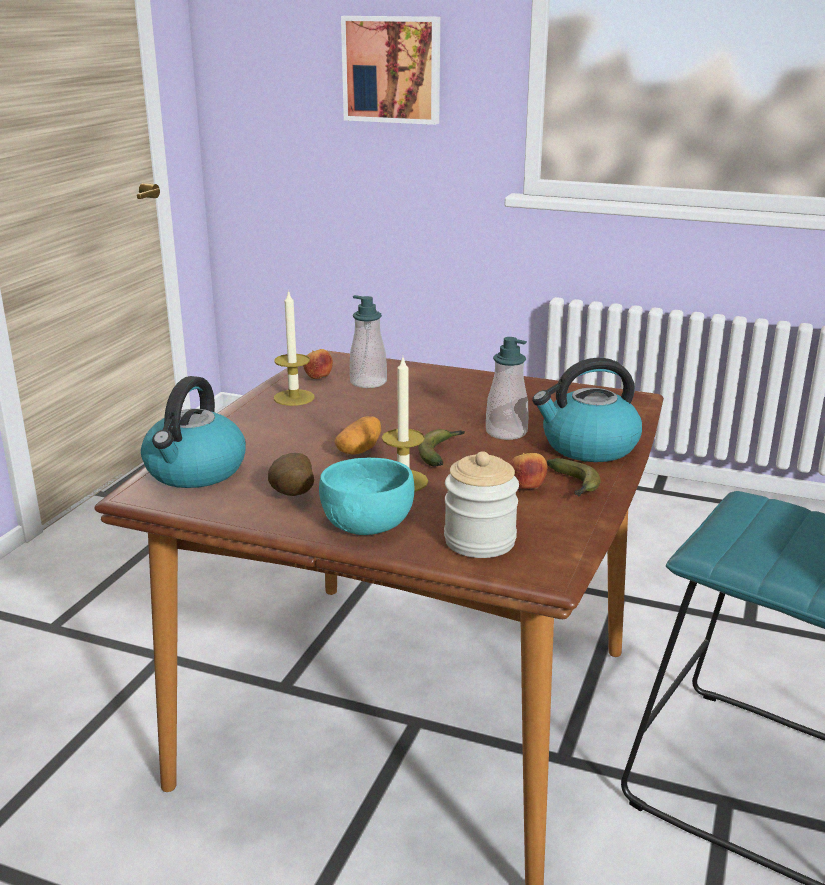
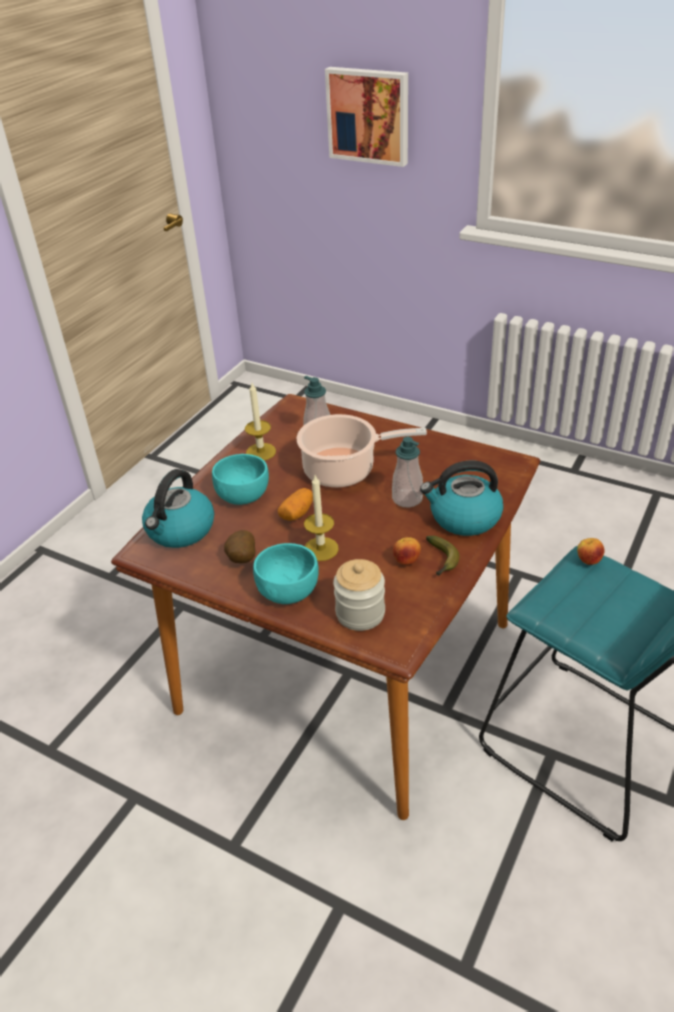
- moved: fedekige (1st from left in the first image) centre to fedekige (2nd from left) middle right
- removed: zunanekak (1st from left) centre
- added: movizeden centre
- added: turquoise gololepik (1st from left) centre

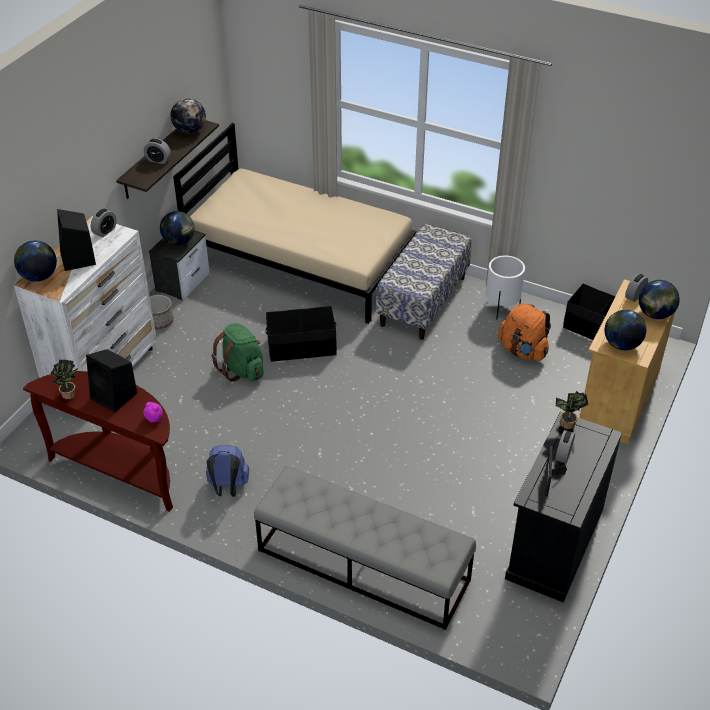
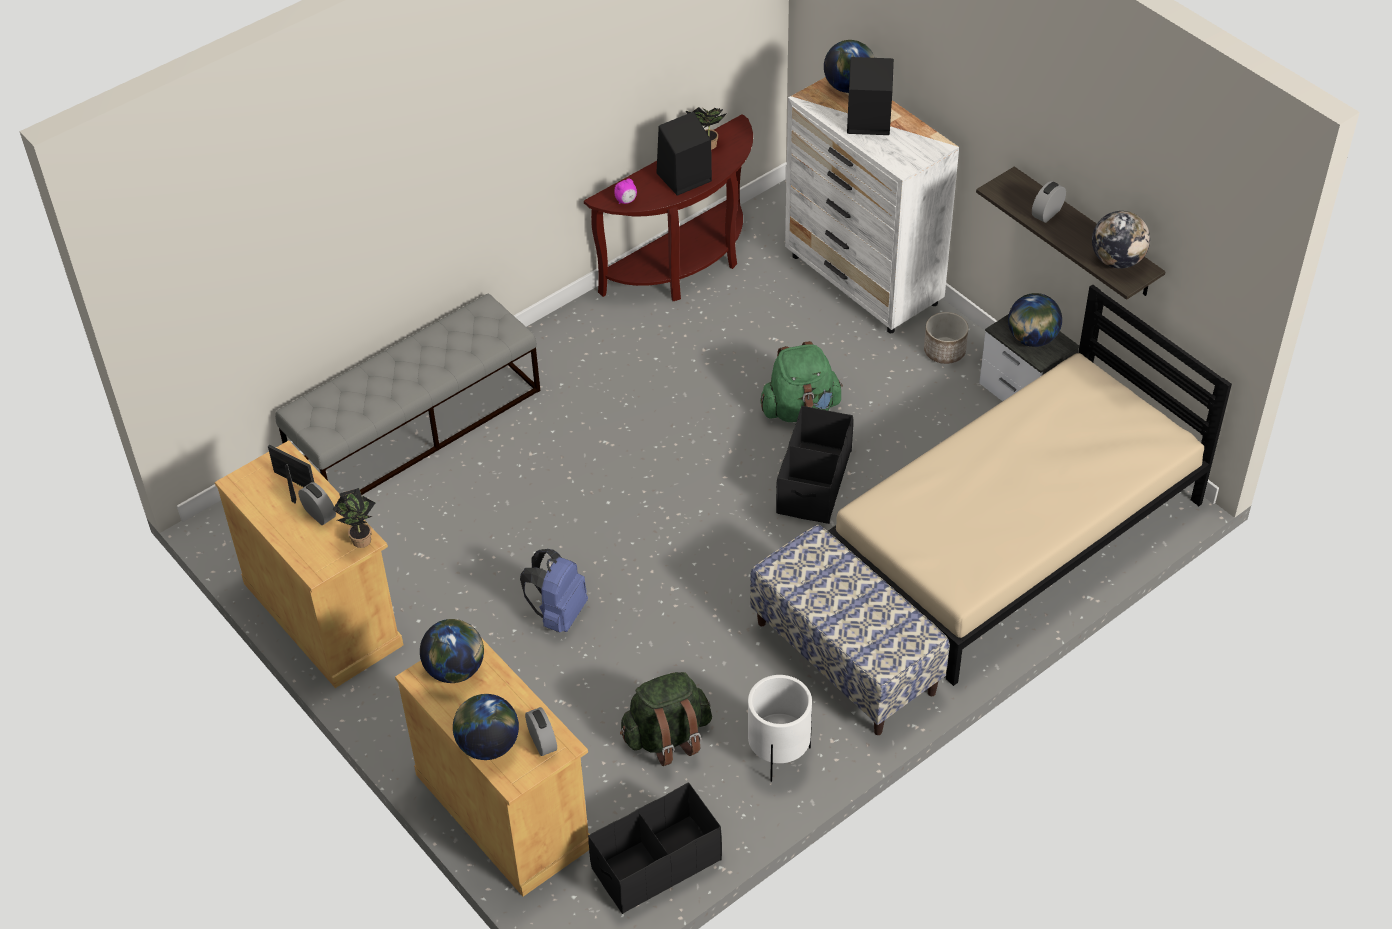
- removed: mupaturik (1st from left) top left
- recoloured: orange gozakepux middle right to green gozakepux (1st from left) bottom centre
- recoloured: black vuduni bottom right to beige vuduni (1st from left) middle left
- moved: blue gozakepux middle left to centre

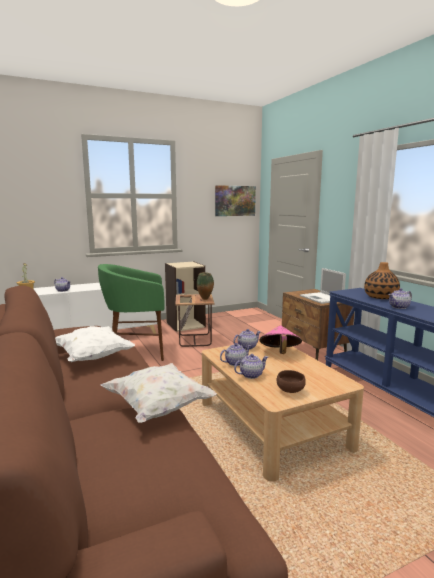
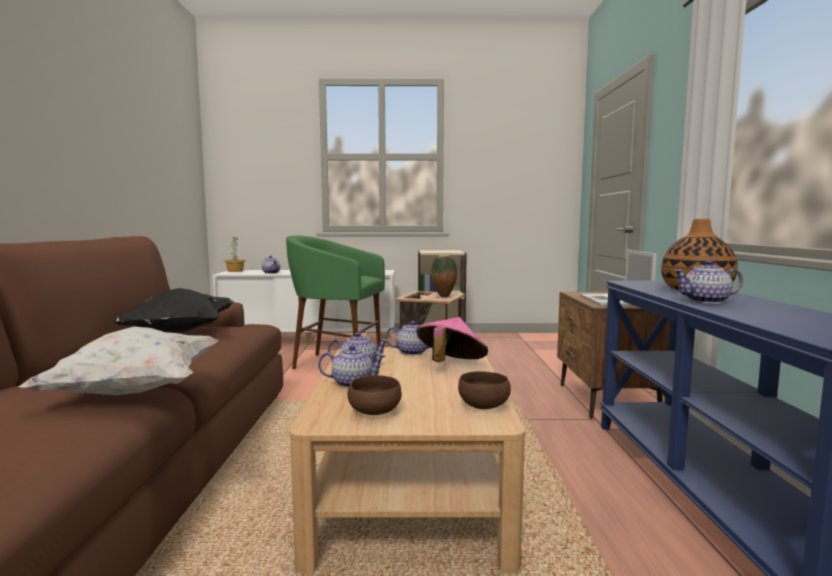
- removed: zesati centre
- recoloured: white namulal (1st from left) middle left to black namulal middle left
- added: brown gololepik (2nd from left) bottom centre

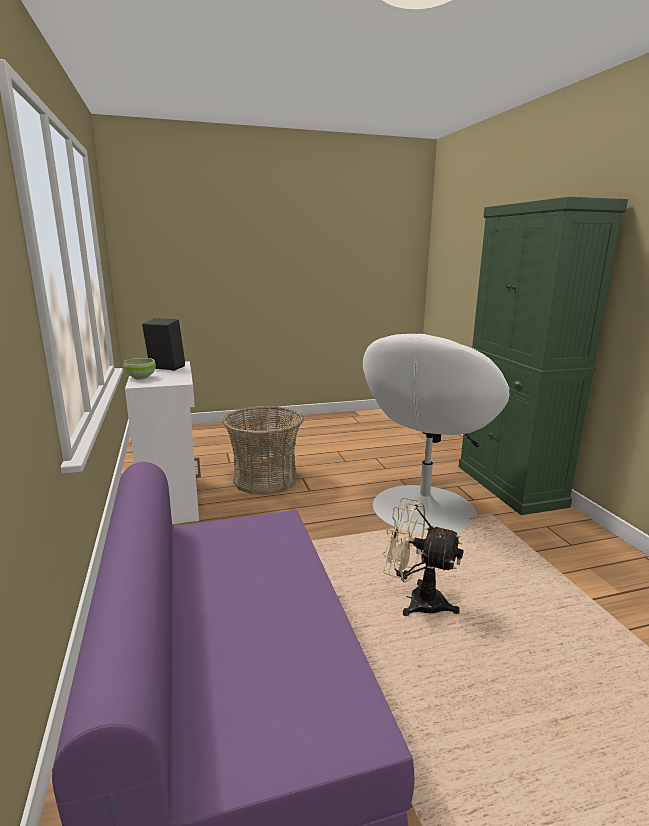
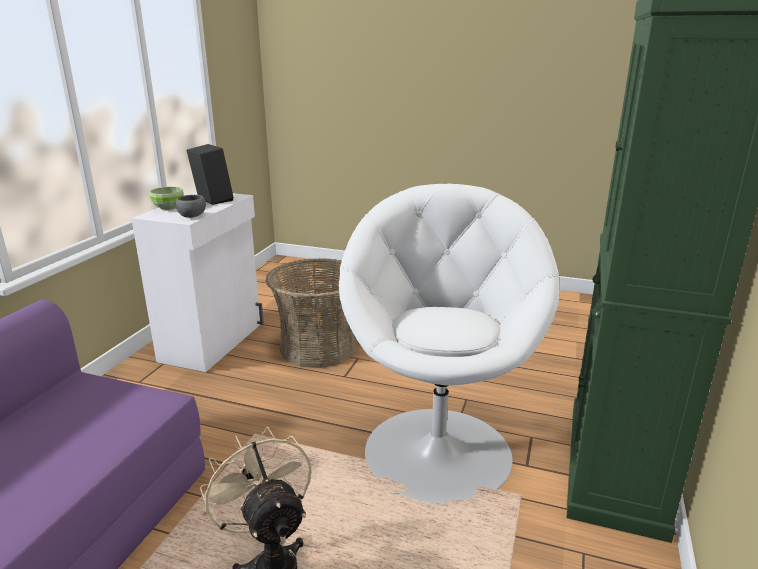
- turned: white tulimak middle right = centre 120 degrees clockwise
- added: grey gololepik middle left

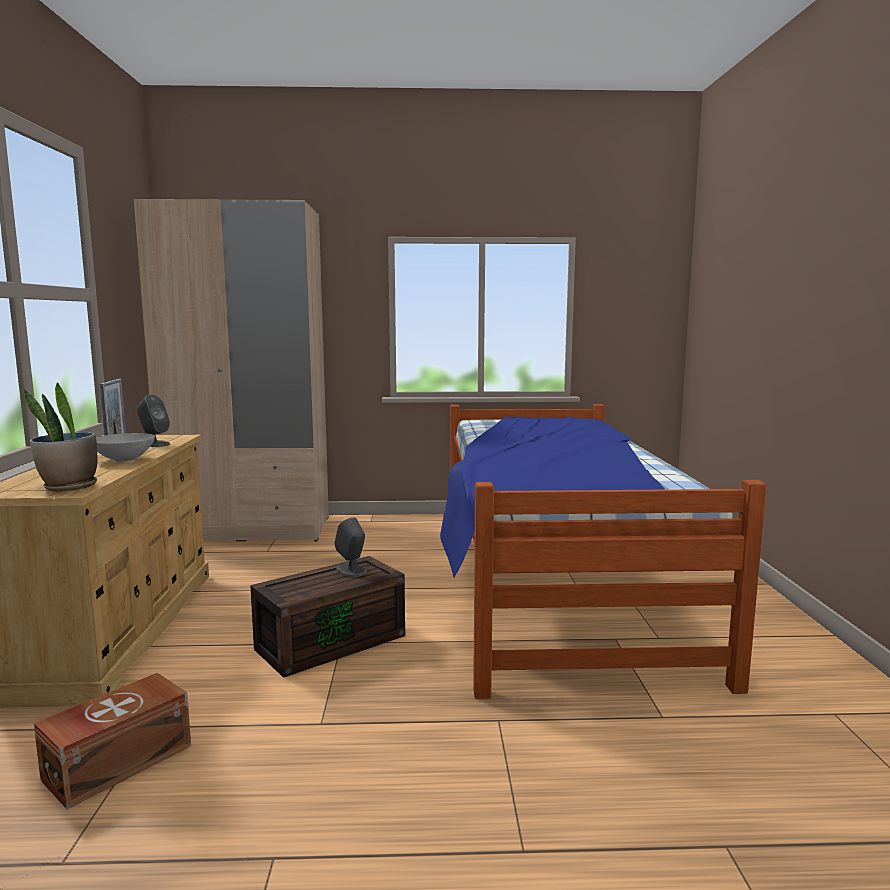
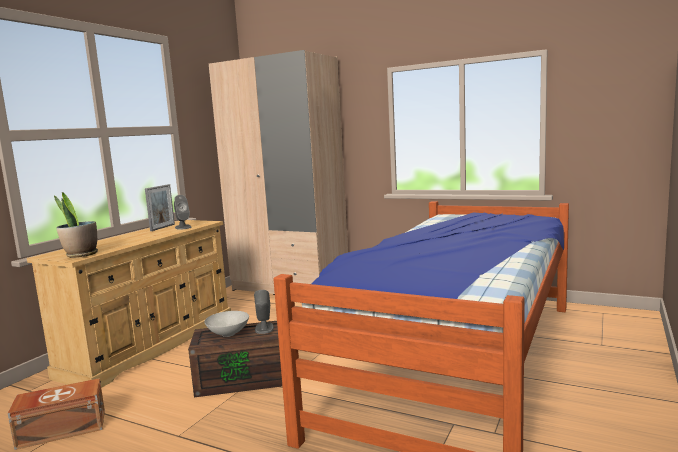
- moved: grey gololepik middle left to bottom centre

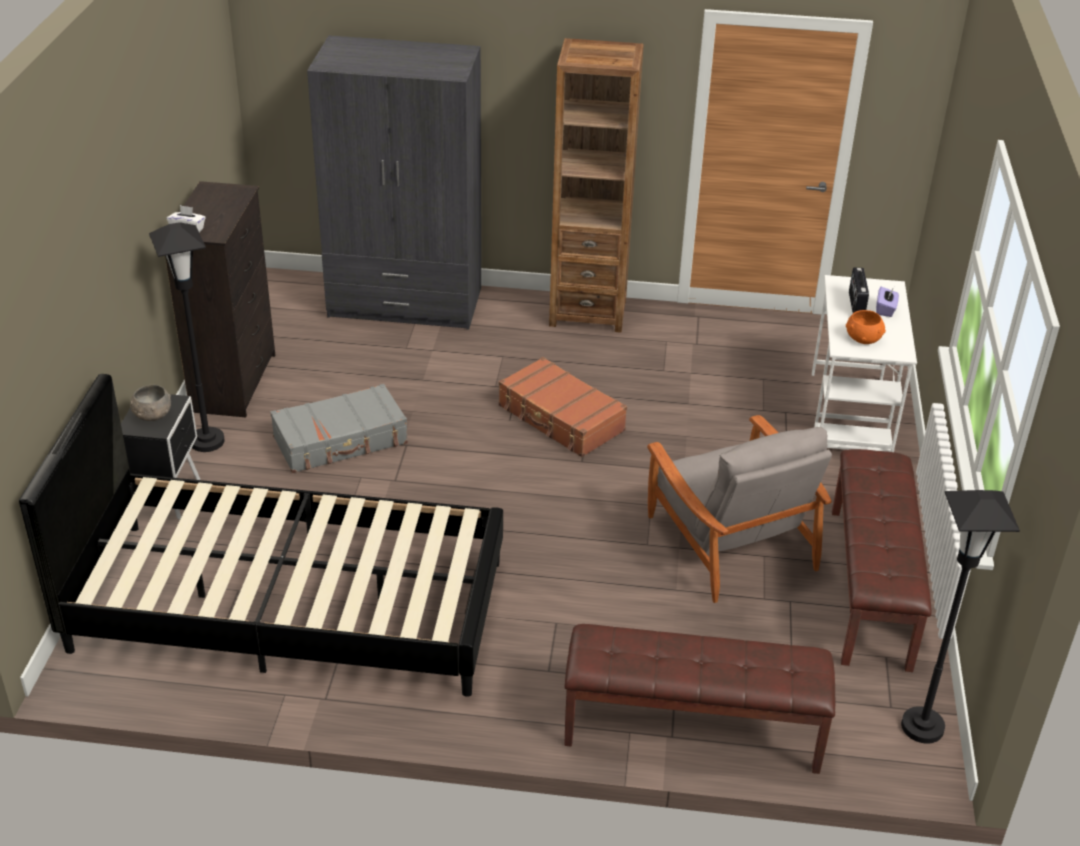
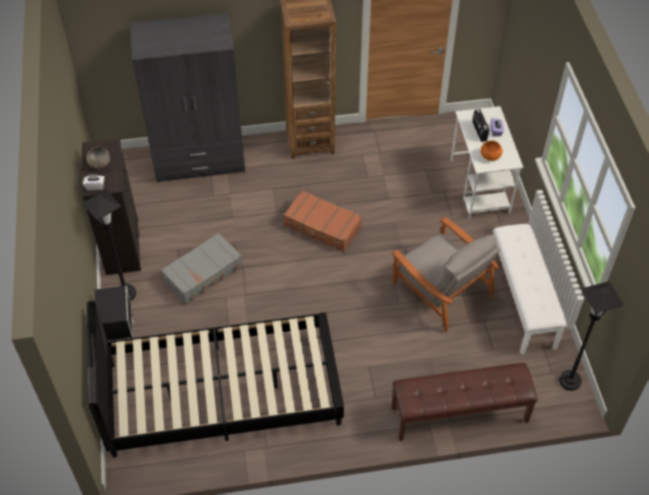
- moved: grey gololepik middle left to top left
- recoloured: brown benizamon (2nd from left) middle right to white benizamon middle right

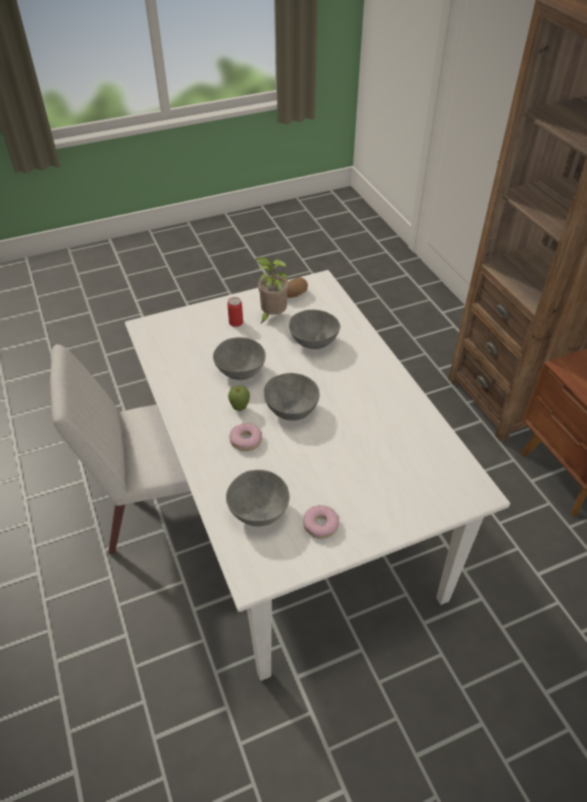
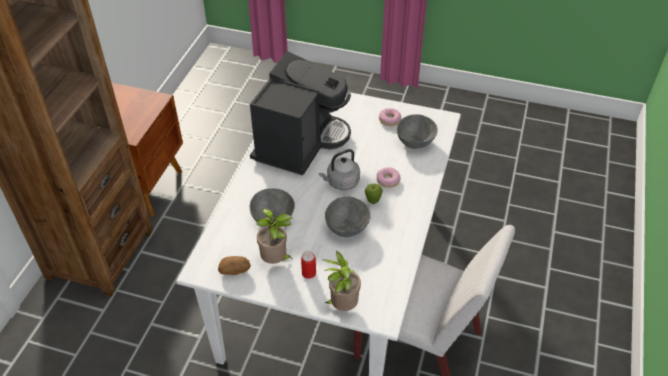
- replaced: grey gololepik (3rd from left) centre to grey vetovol centre
- added: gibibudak top centre
- added: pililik (2nd from left) bottom centre

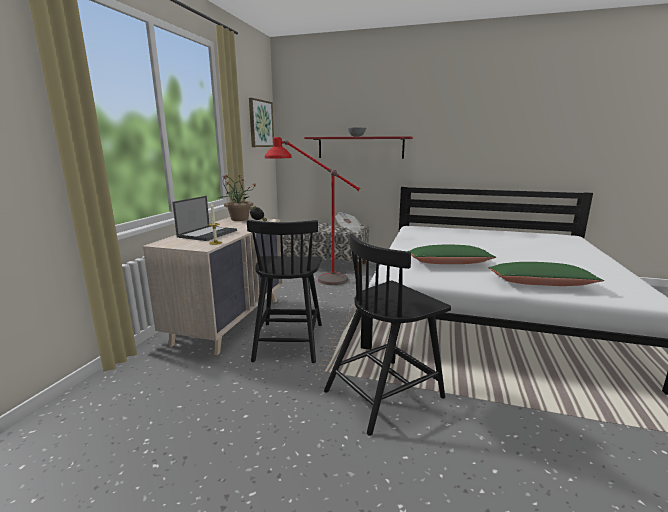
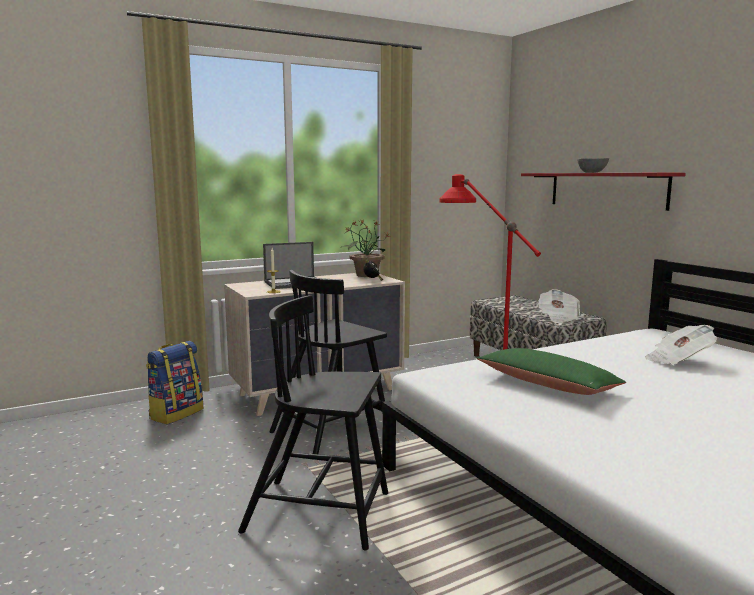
- removed: zesati top centre
- removed: green namulal (2nd from left) middle right
- added: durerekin (2nd from left) middle right
- added: gozakepux middle left

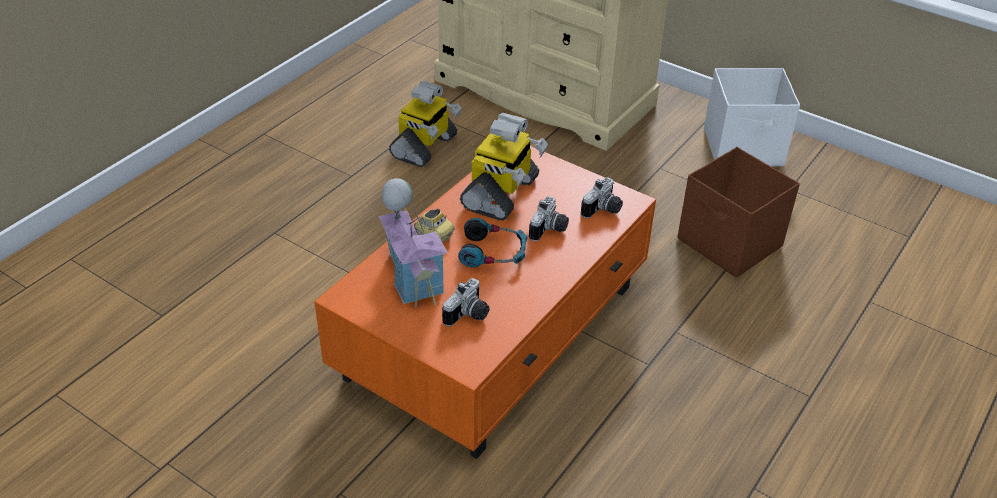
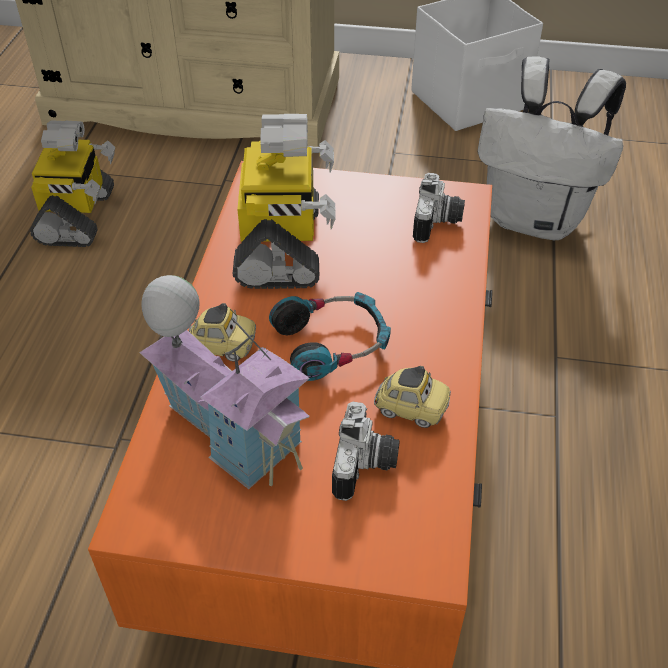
- replaced: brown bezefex middle right to white gozakepux top right
- removed: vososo (2nd from left) centre
- added: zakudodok (2nd from left) centre

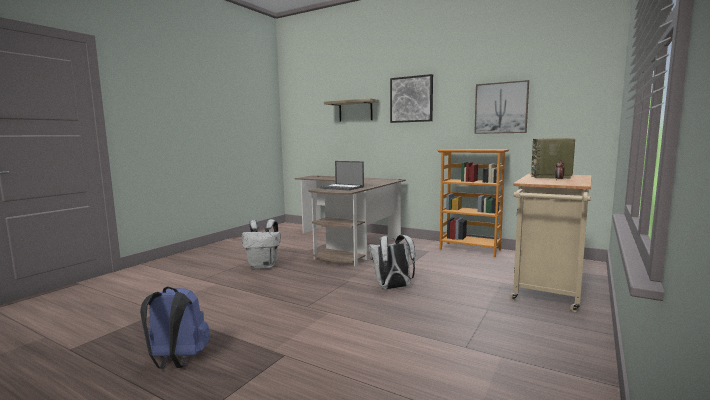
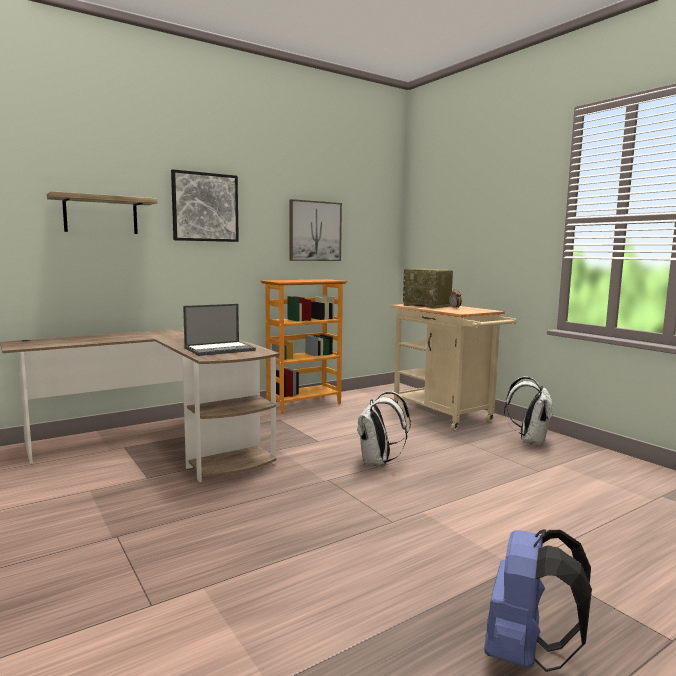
- moved: white gozakepux (1st from left in the first image) centre to white gozakepux (2nd from left) middle right

